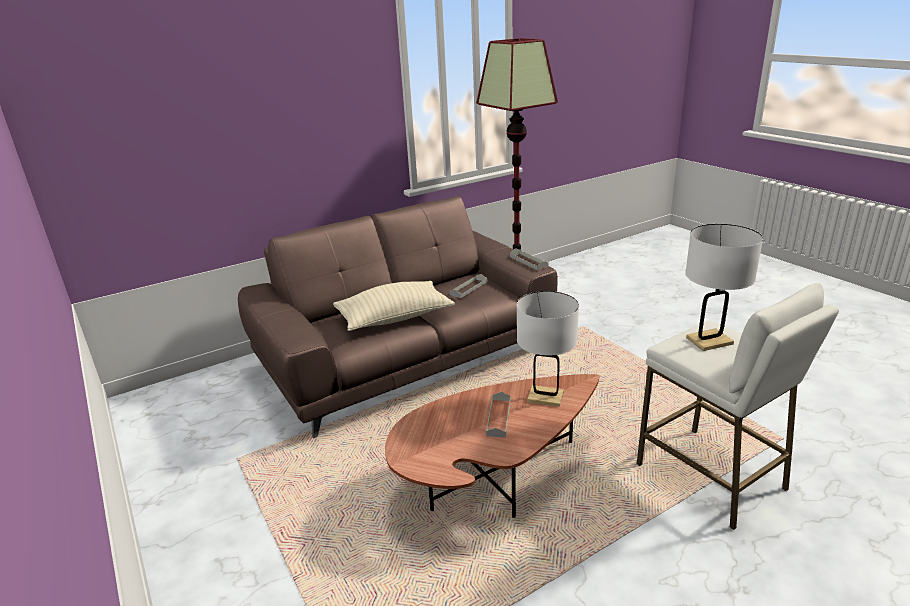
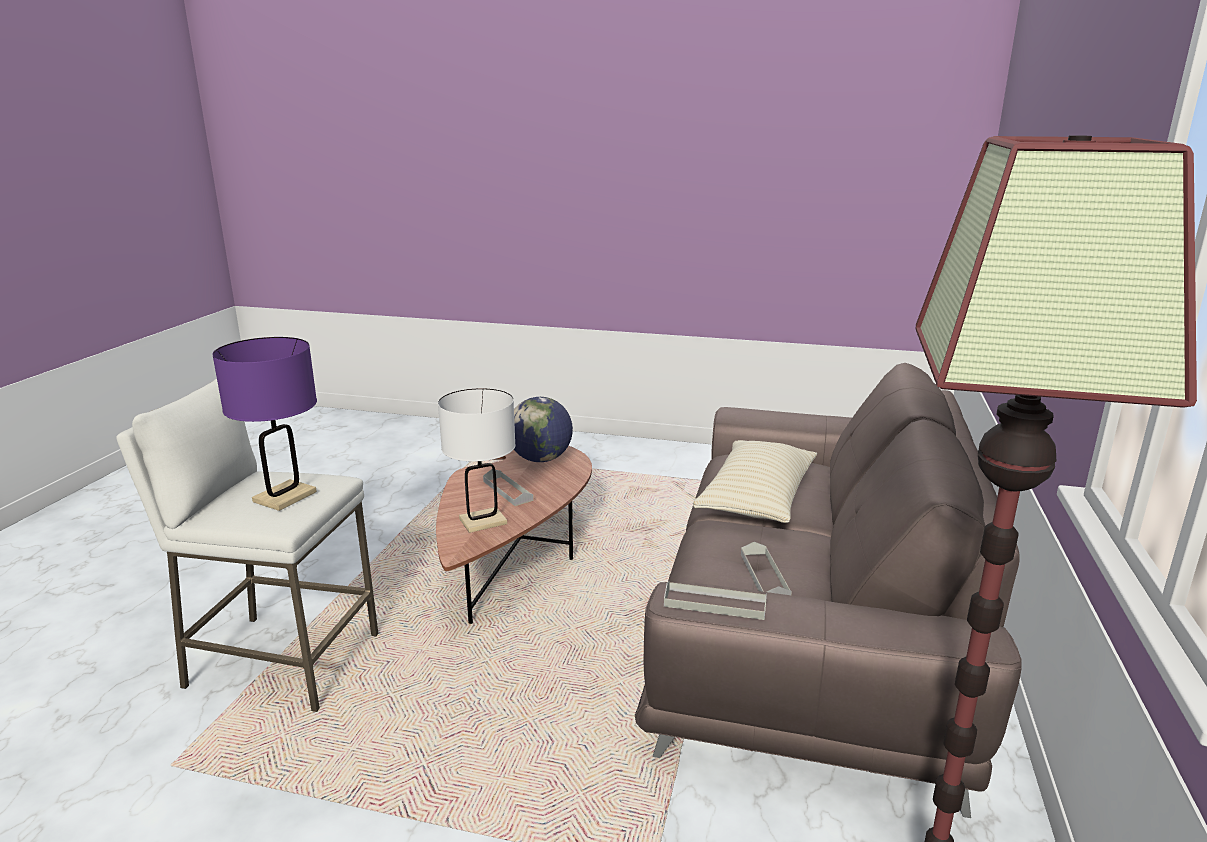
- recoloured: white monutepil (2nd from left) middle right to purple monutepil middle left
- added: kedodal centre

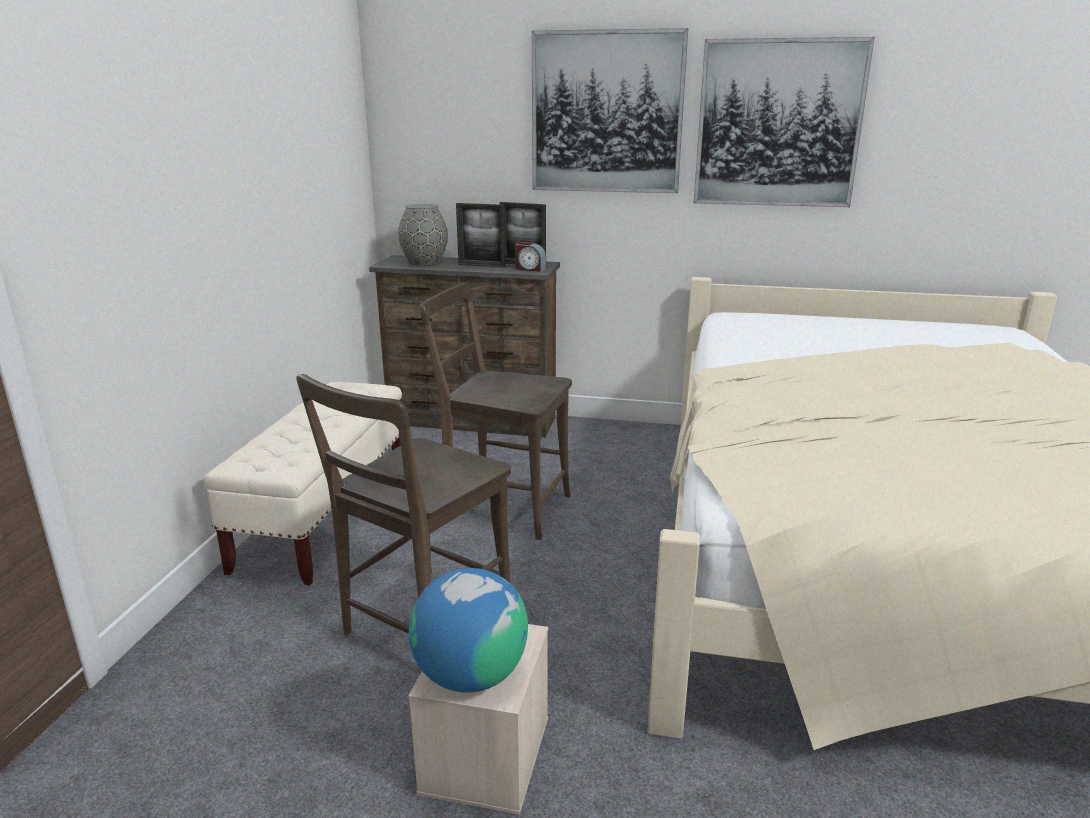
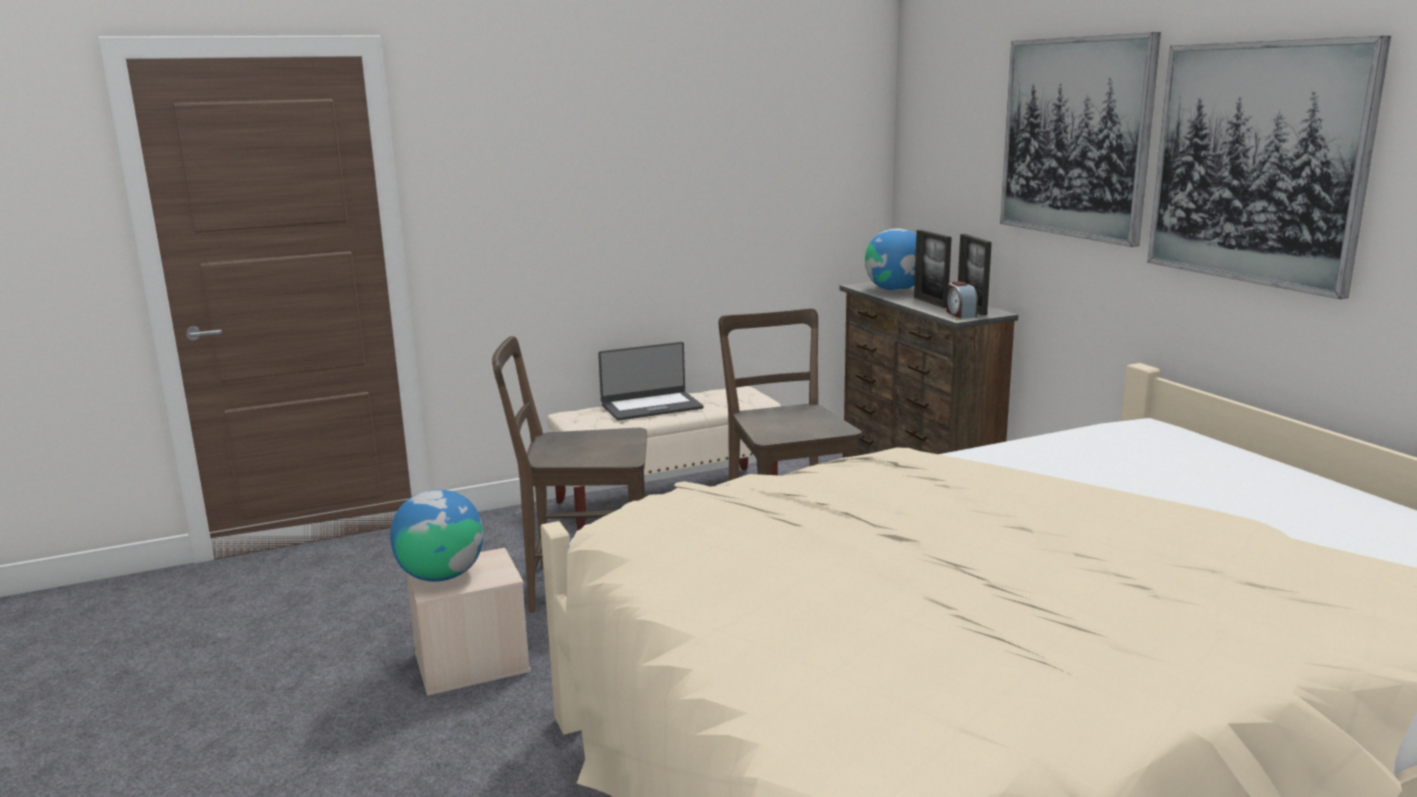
- replaced: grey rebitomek top centre to kedodal (2nd from left) top centre
- added: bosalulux centre

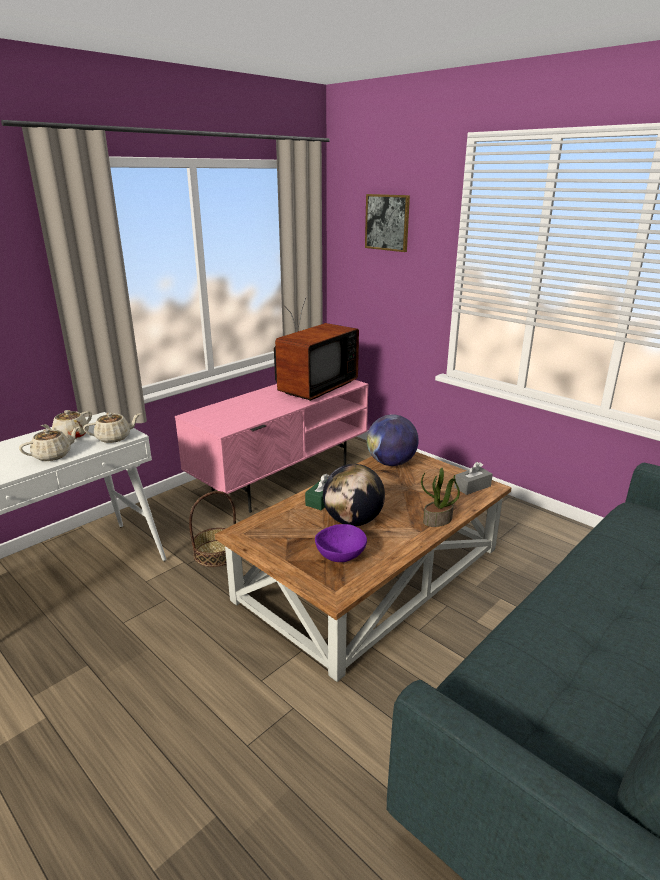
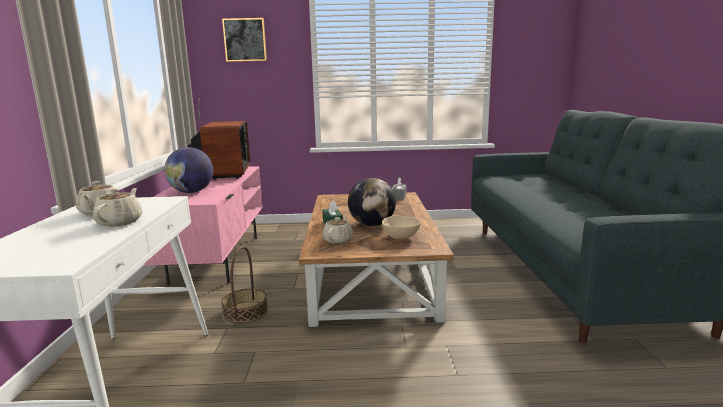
- moved: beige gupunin (3rd from left) middle left to centre
- moved: kedodal (2nd from left in the first image) centre to kedodal (1st from left) middle left
- removed: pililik middle right
- recoloured: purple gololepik centre to beige gololepik centre

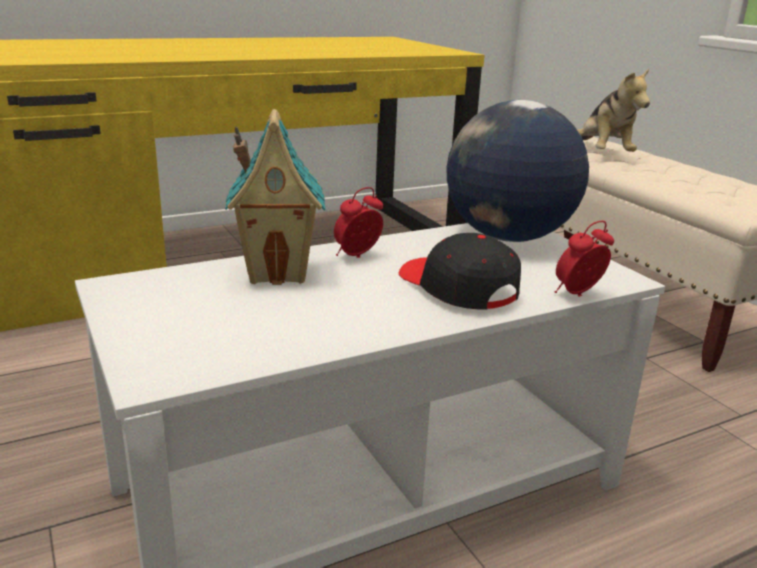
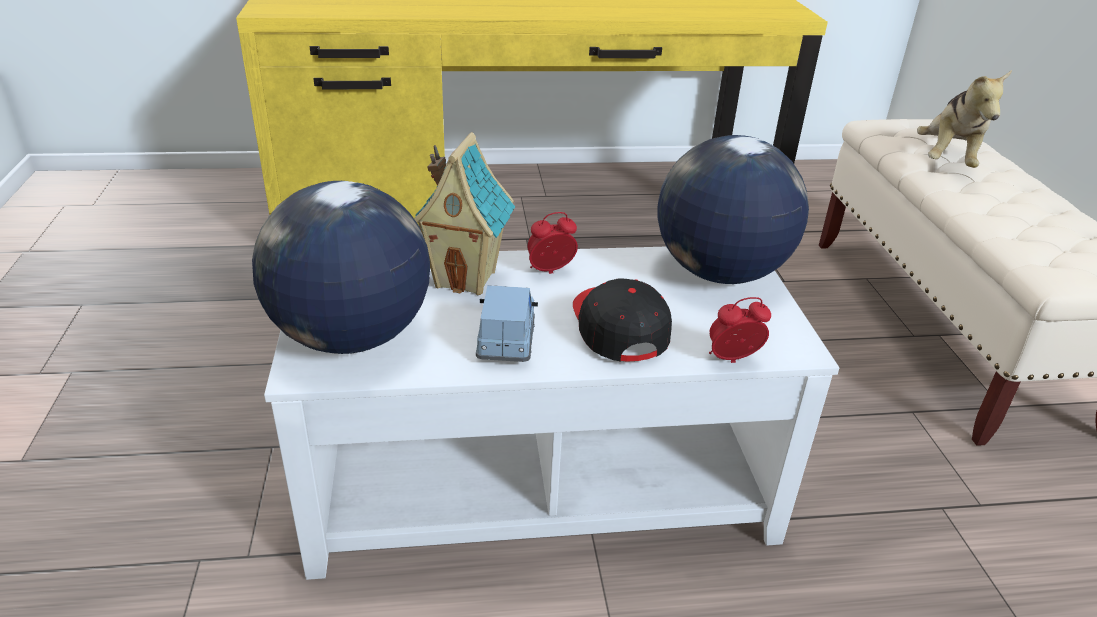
- added: kedodal (1st from left) middle left
- added: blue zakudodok centre

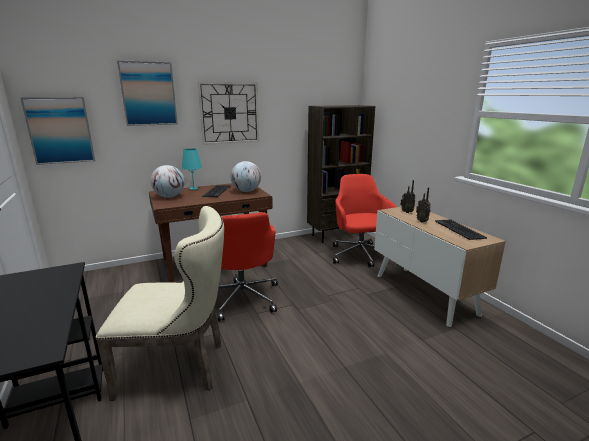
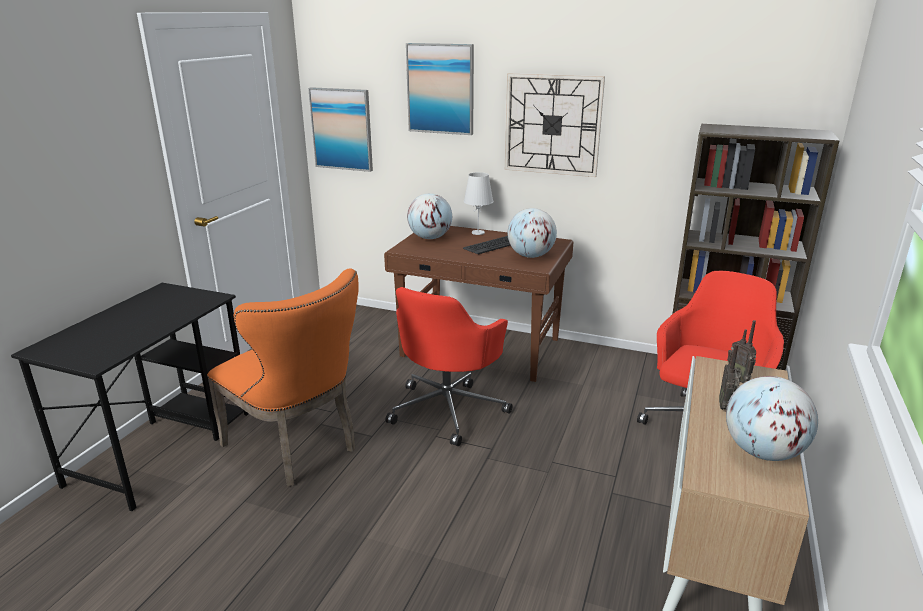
- recoloured: turquoise monutepil middle left to white monutepil top centre
- recoloured: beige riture bottom left to orange riture middle left
- replaced: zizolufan (2nd from left) middle right to kedodal (3rd from left) bottom right

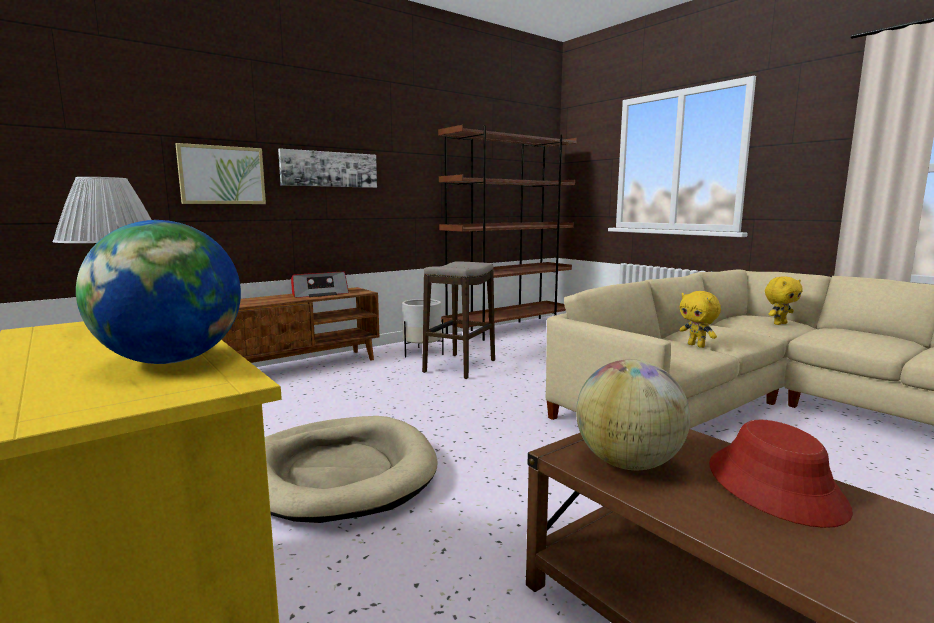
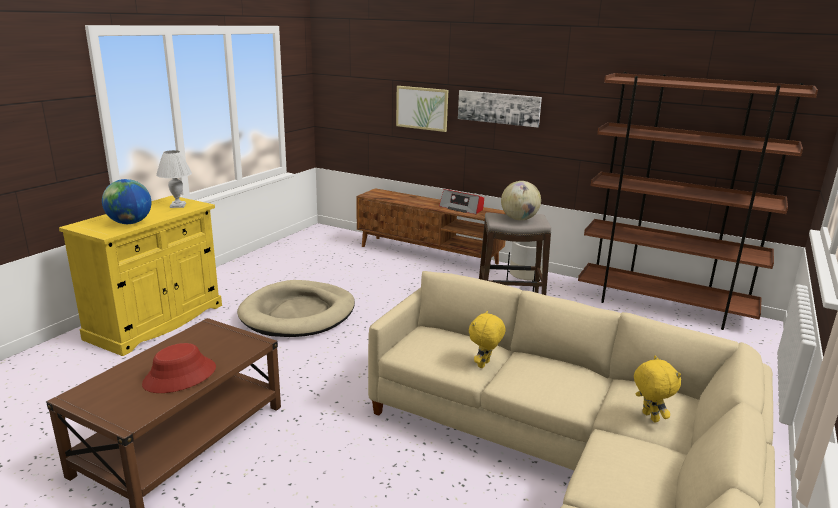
- turned: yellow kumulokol (2nd from left) middle right = bottom right 150 degrees counterclockwise
- moved: kedodal (2nd from left) middle right to centre

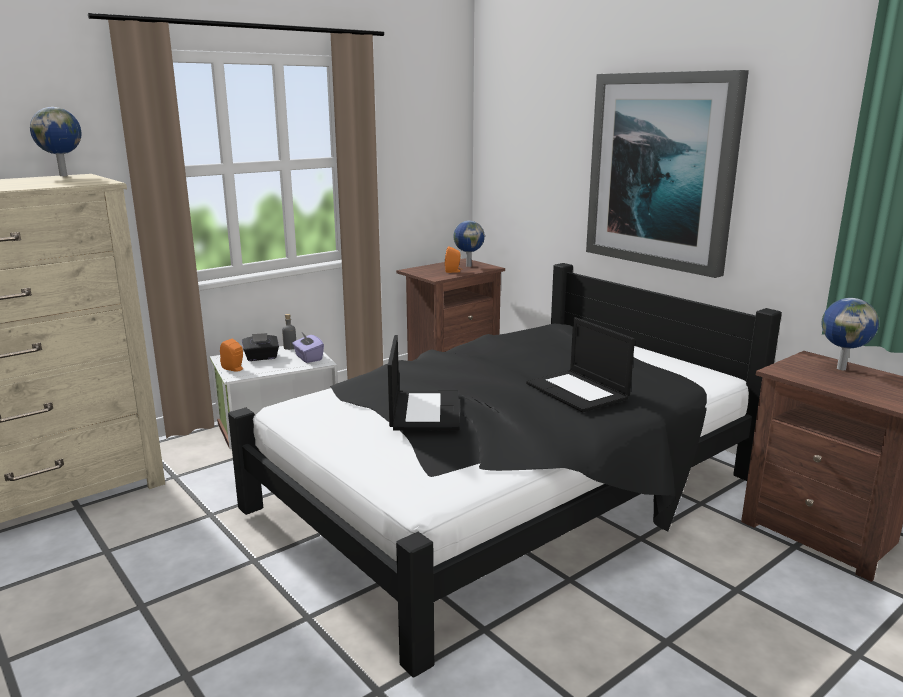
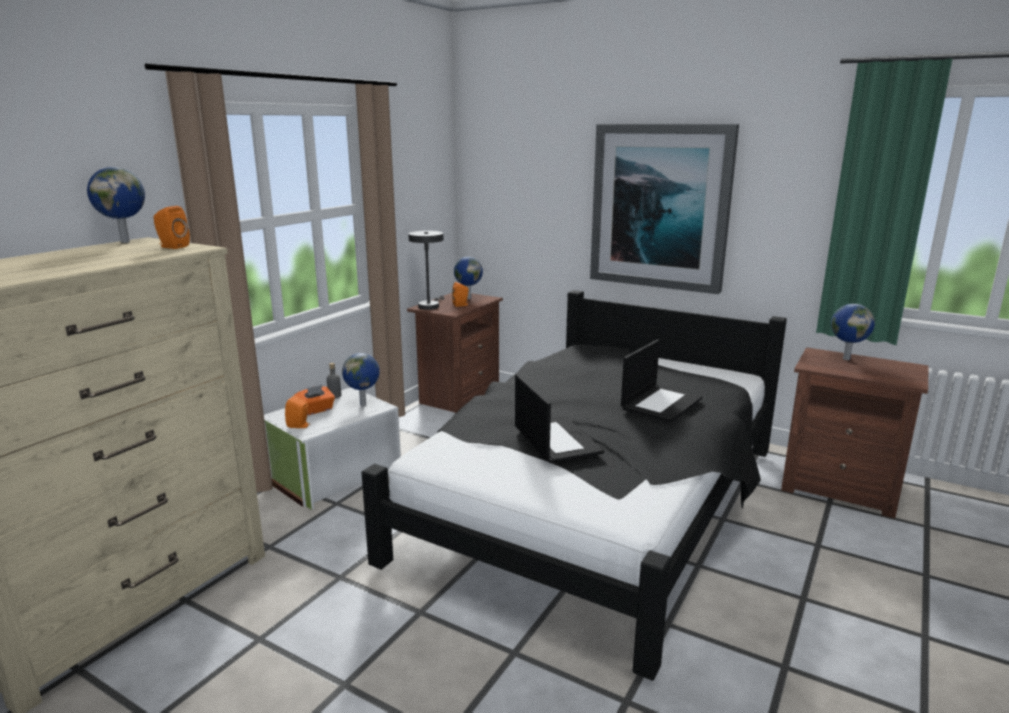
- turned: bosalulux (2nd from left) centre = centre 90 degrees counterclockwise
- replaced: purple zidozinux centre to kedodal (2nd from left) centre
- recoloured: black zidozinux middle left to orange zidozinux middle left
- added: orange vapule (1st from left) top left
- added: grey monutepil centre

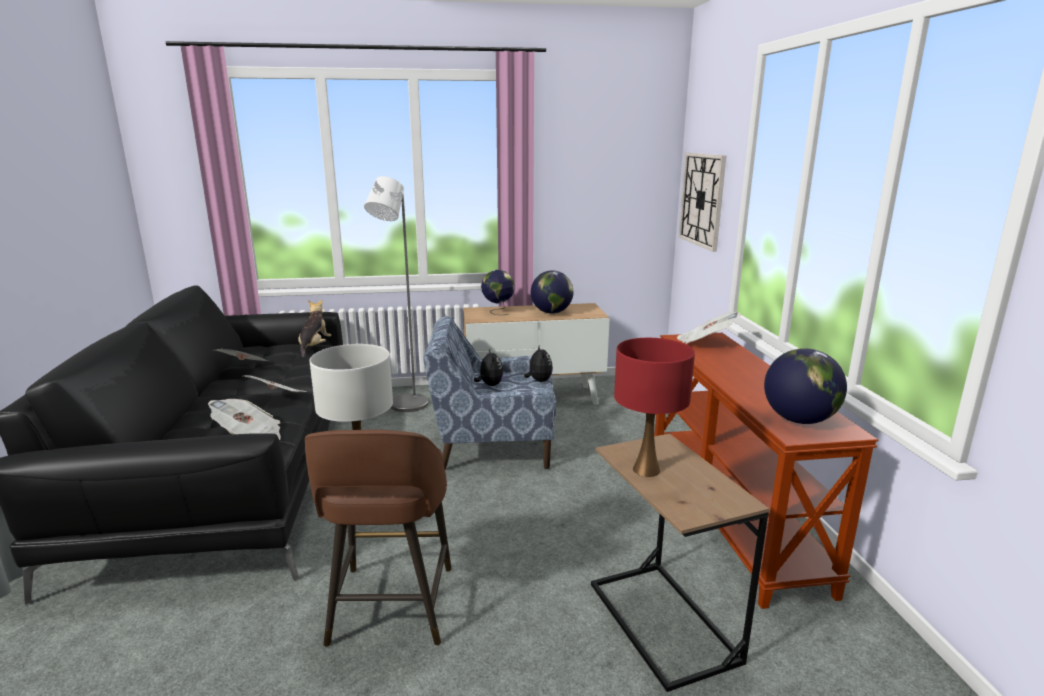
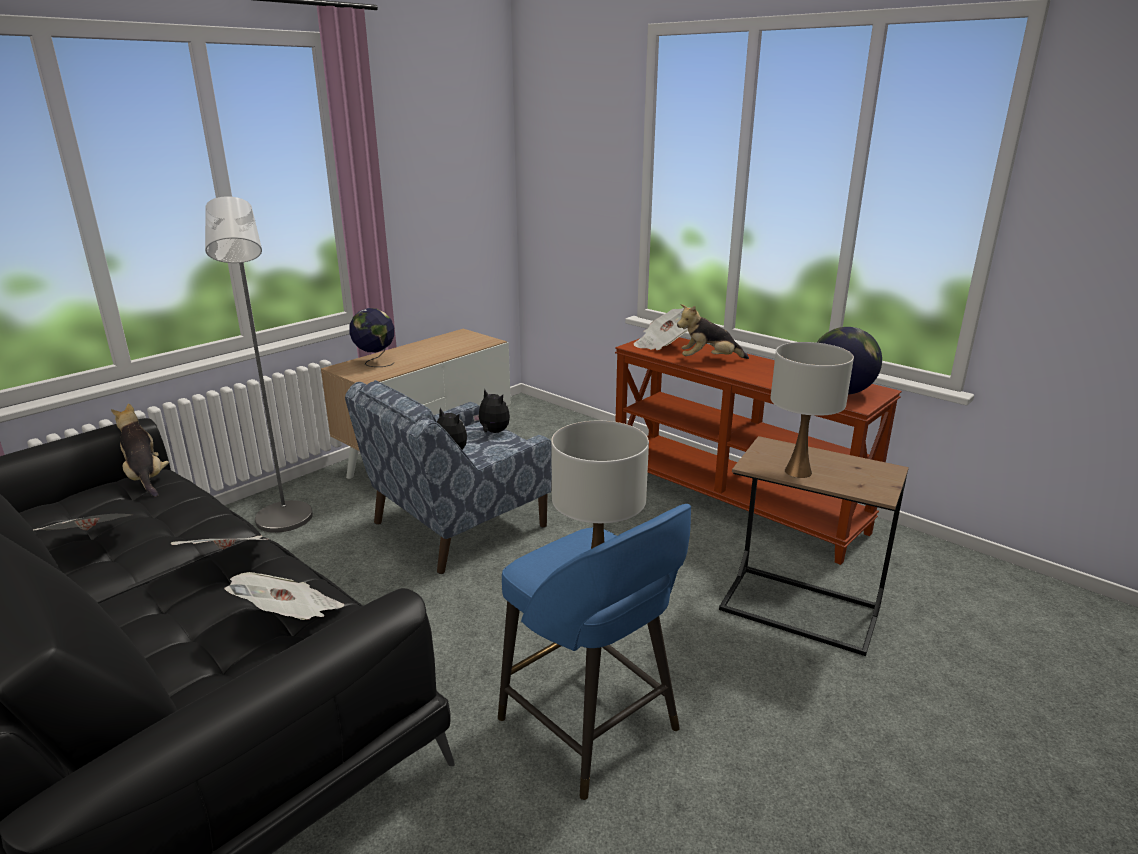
- removed: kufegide top right
- removed: kedodal (2nd from left) centre
- recoloured: red monutepil centre to white monutepil (2nd from left) middle right
- recoloured: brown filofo bottom centre to blue filofo bottom centre
- added: kumulokol (4th from left) centre

